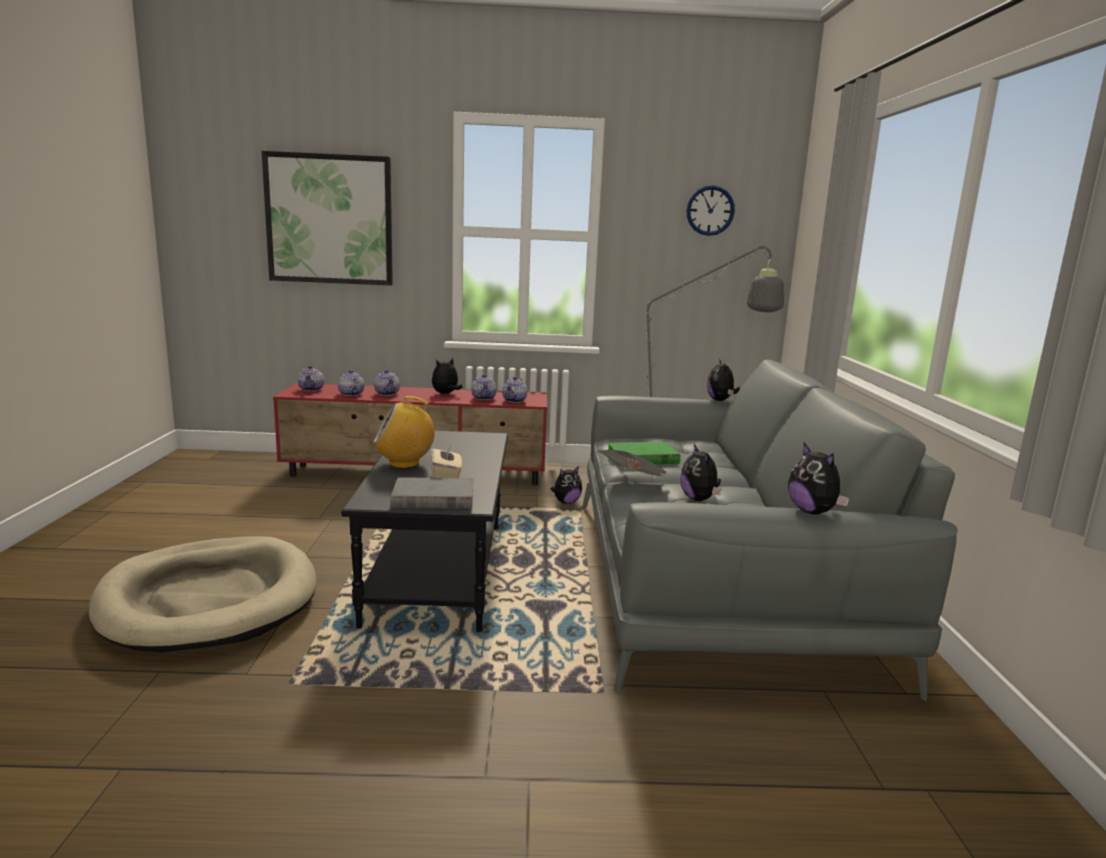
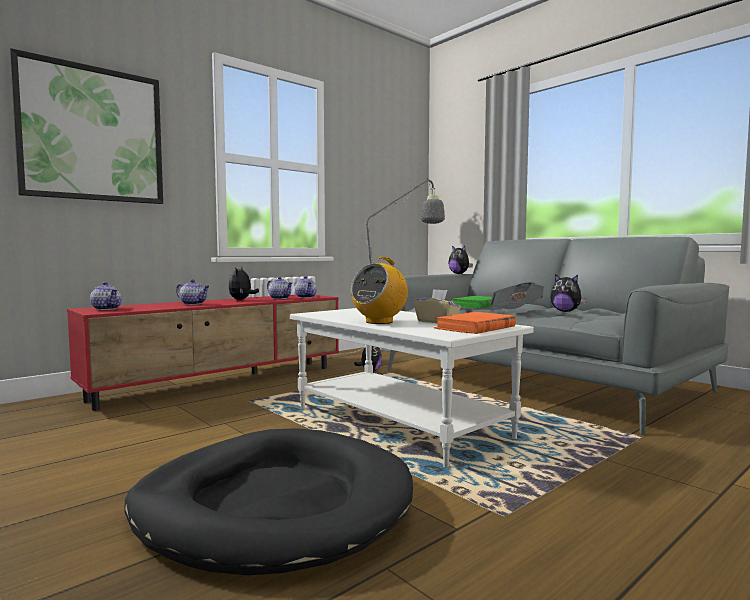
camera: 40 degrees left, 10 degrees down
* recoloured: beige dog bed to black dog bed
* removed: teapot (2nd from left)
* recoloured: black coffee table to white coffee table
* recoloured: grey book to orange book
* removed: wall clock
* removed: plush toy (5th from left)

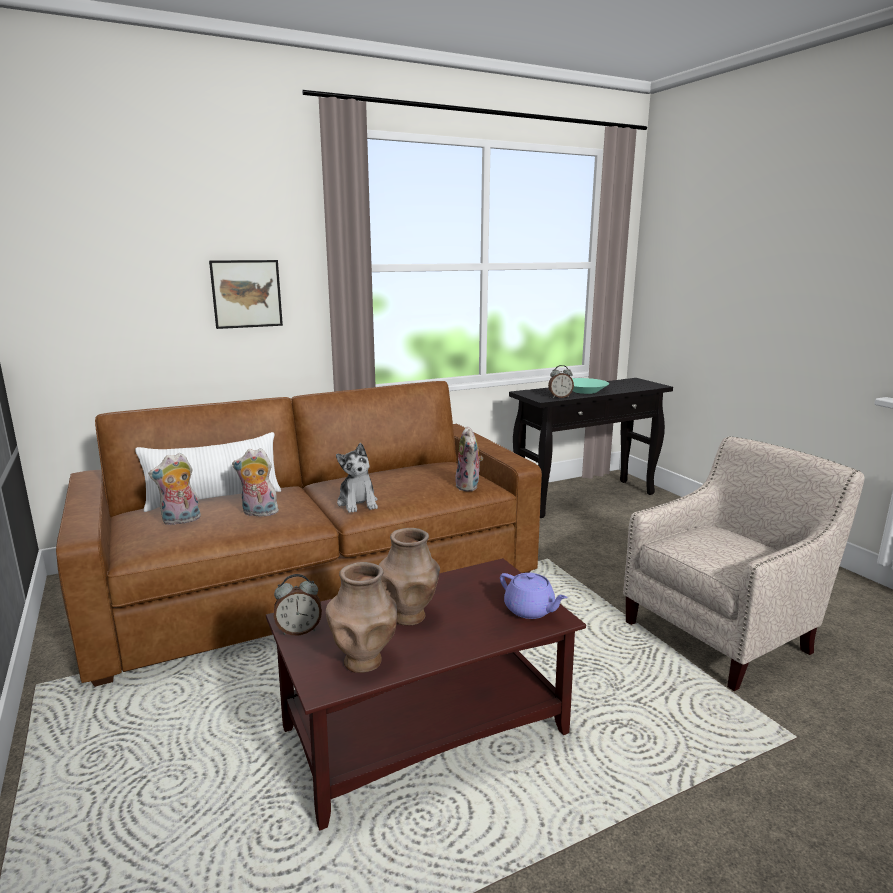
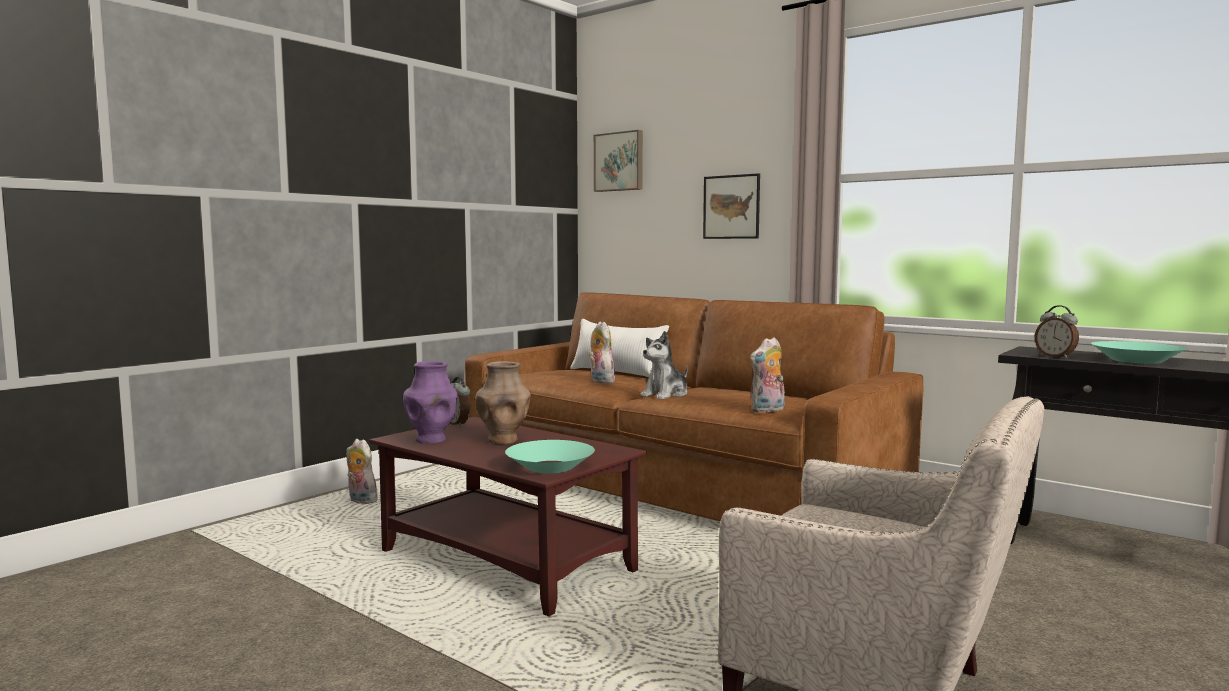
camera: 65 degrees right, 10 degrees down
* moved: plush toy (1st from left)
* recoloured: brown vase (1st from left) to purple vase
* replaced: purple teapot to turquoise bowl (1st from left)
* added: picture (1st from left)

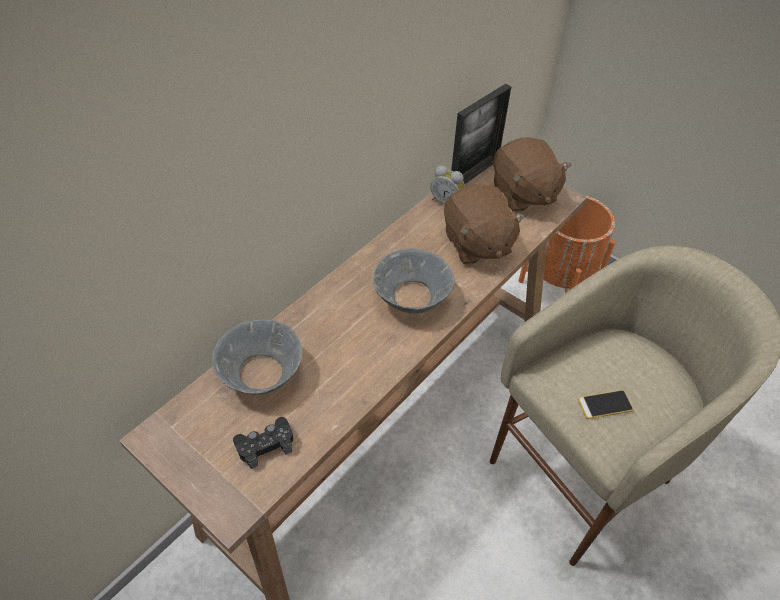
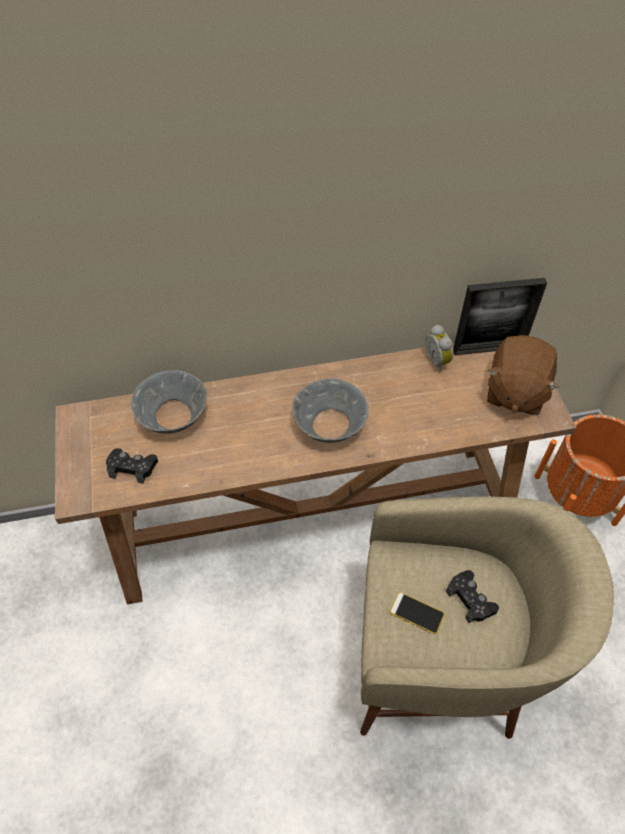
camera: 40 degrees right, 5 degrees up
* removed: brown plush toy (1st from left)
* added: black game controller (2nd from left)

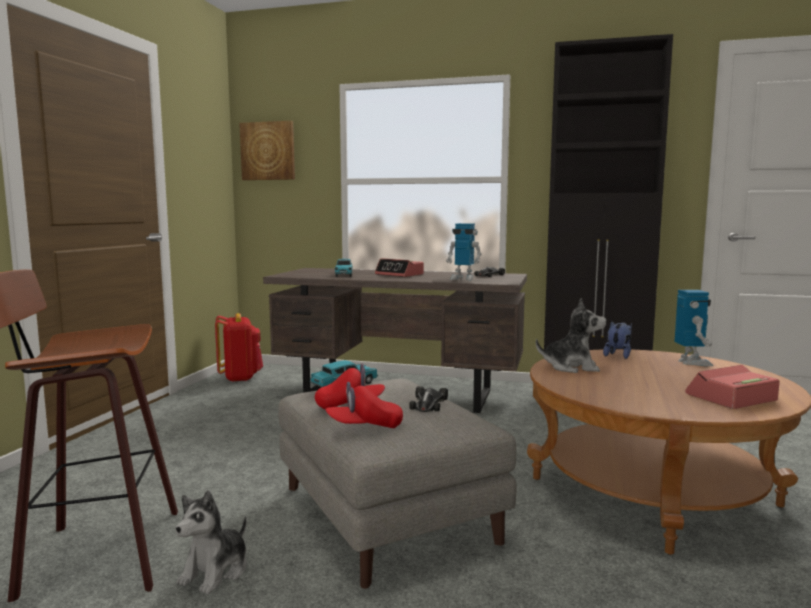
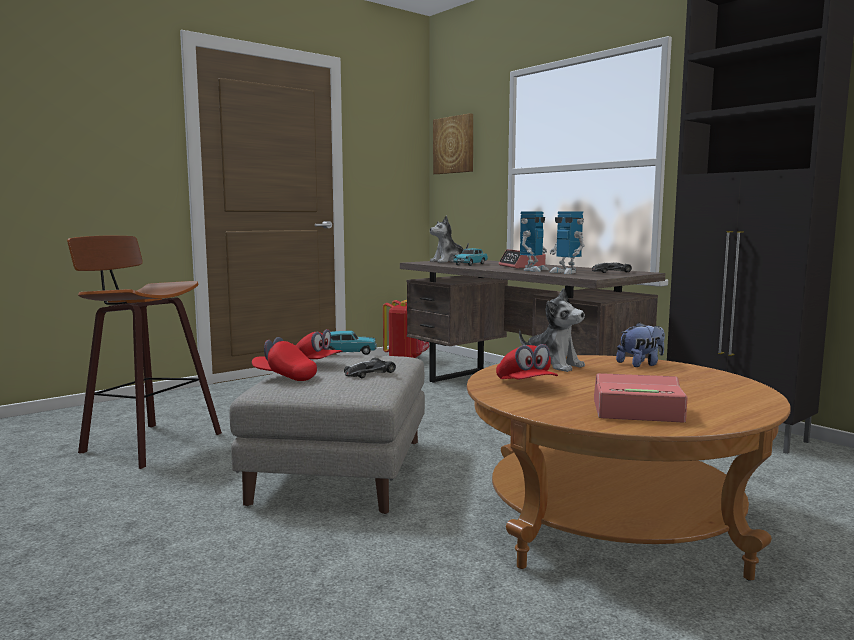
camera: 35 degrees right, 0 degrees up
* moved: plush toy (1st from left)
* moved: toy robot (2nd from left in the first image) to toy robot (1st from left)
* added: red cap (3rd from left)

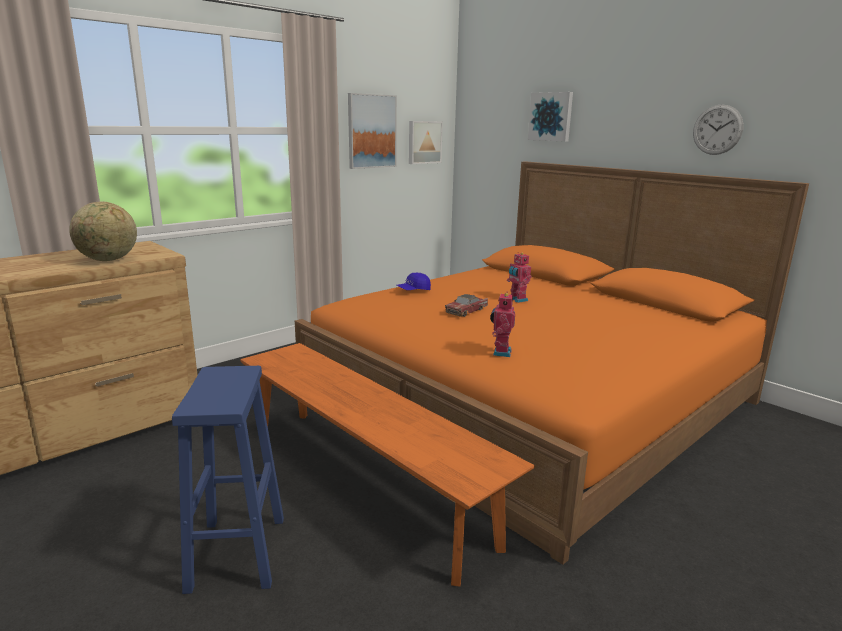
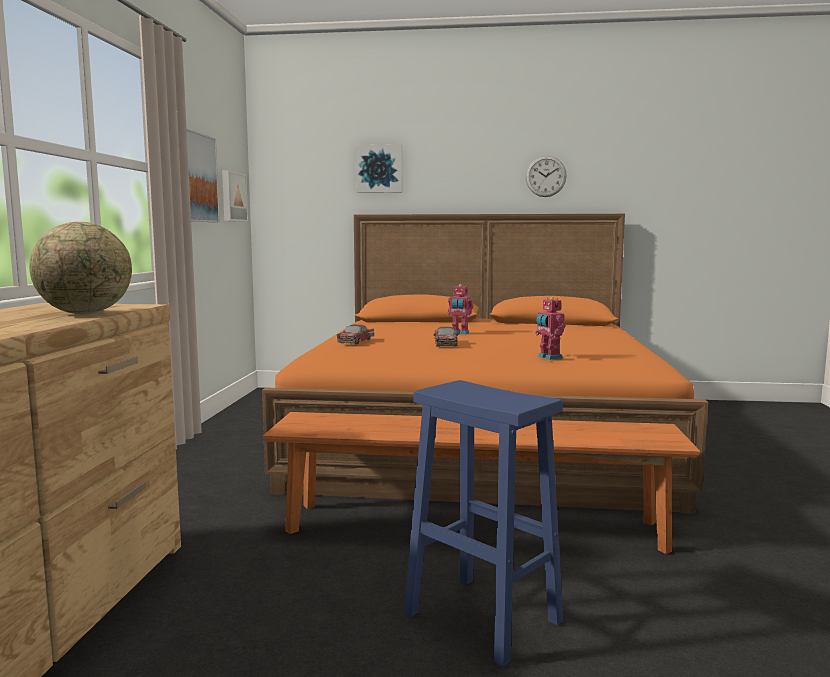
camera: 40 degrees left, 10 degrees down
* replaced: blue cap to toy car (1st from left)

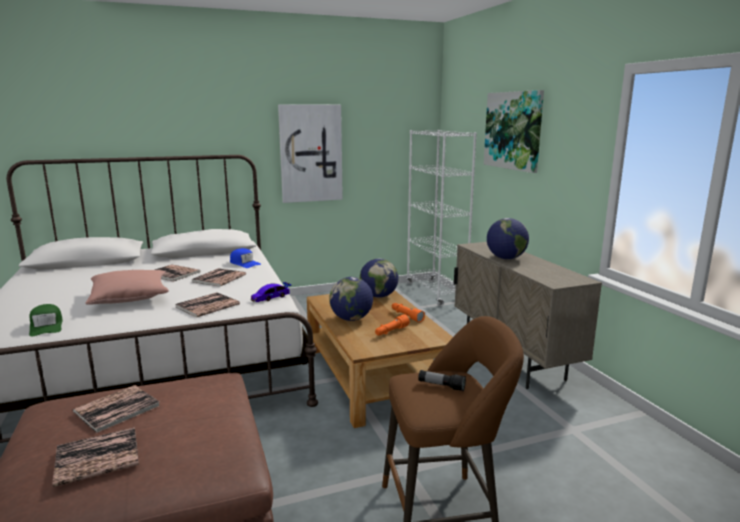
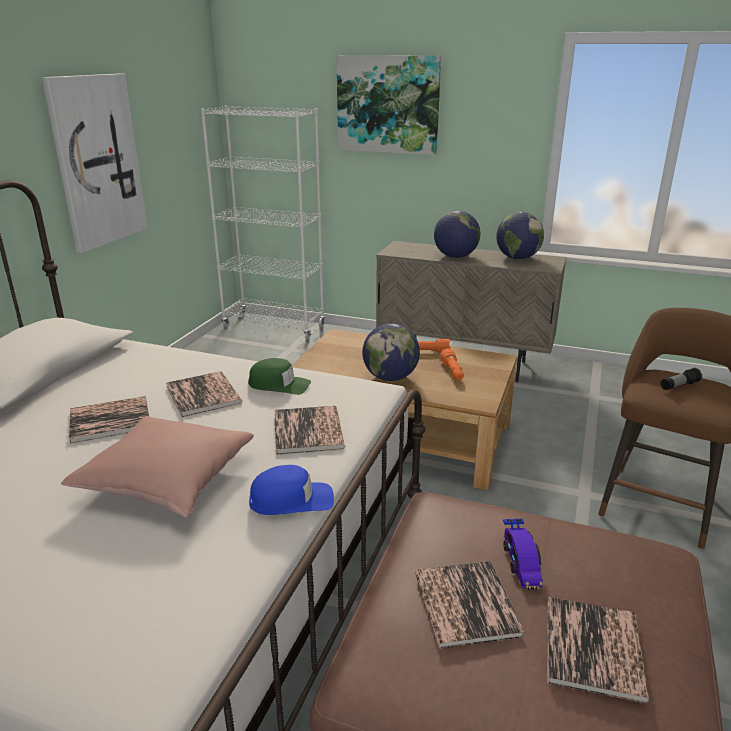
camera: 50 degrees left, 10 degrees up
* moved: green cap
* moved: blue cap
* moved: toy car
* moved: globe (2nd from left in the first image) to globe (3rd from left)

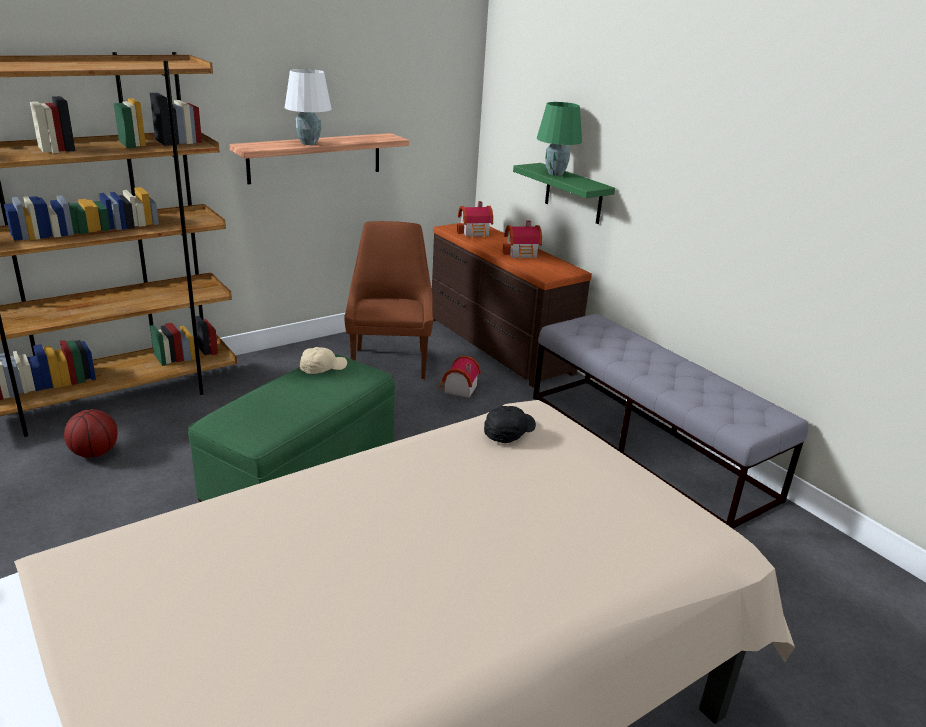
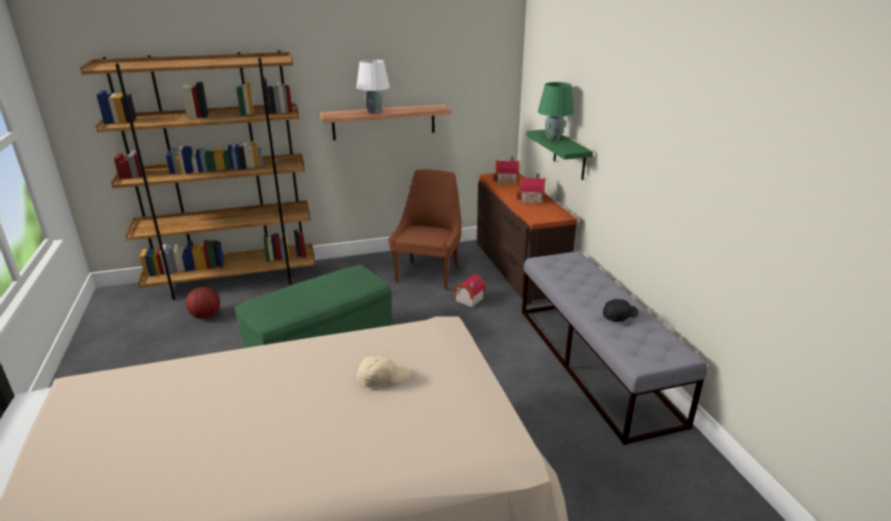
camera: 20 degrees right, 0 degrees up
* moved: beige cap
* moved: black cap

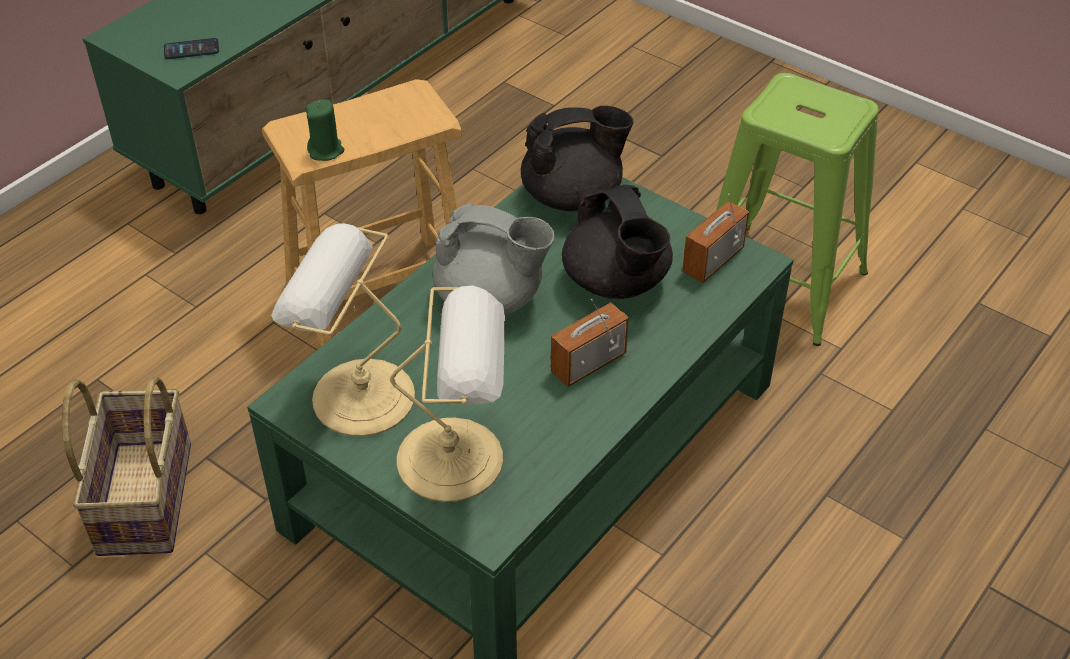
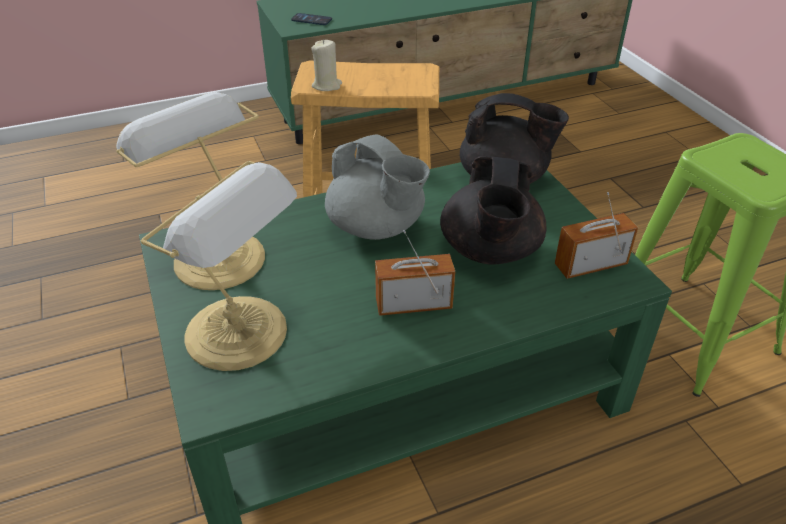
camera: 30 degrees right, 5 degrees down
* removed: basket
* recoloured: green candle to beige candle

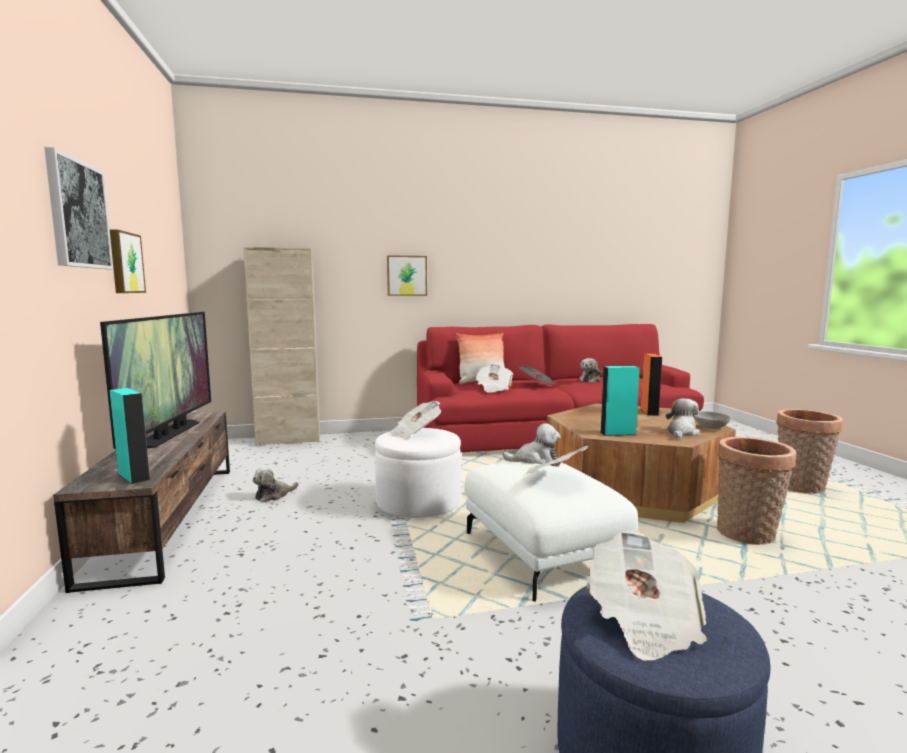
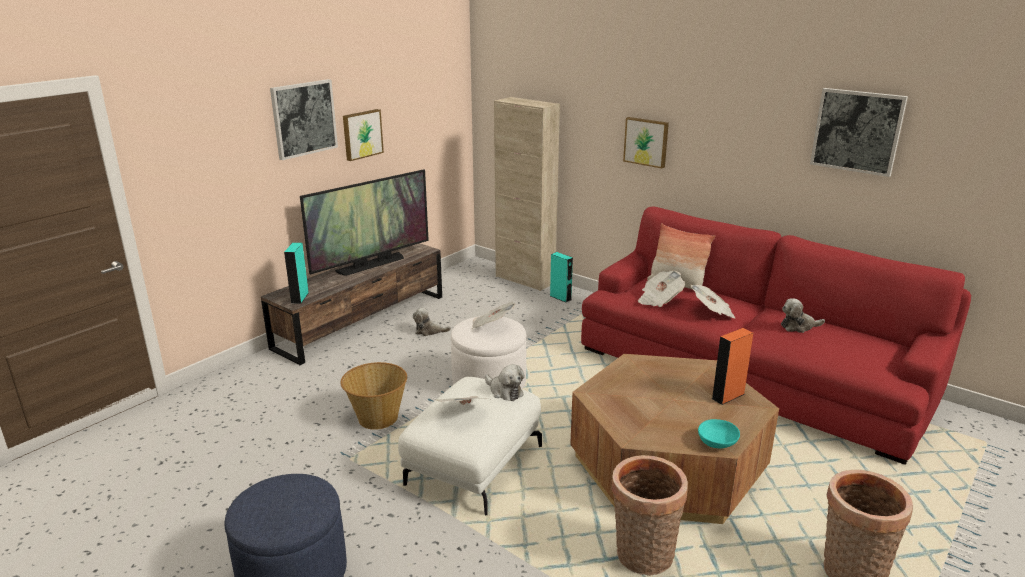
camera: 50 degrees right, 15 degrees up
* removed: newspaper (5th from left)
* moved: turquoise speaker (2nd from left)
* removed: plush toy (4th from left)
* recoloured: grey bowl to turquoise bowl
* added: basket (1st from left)
* added: picture (4th from left)

